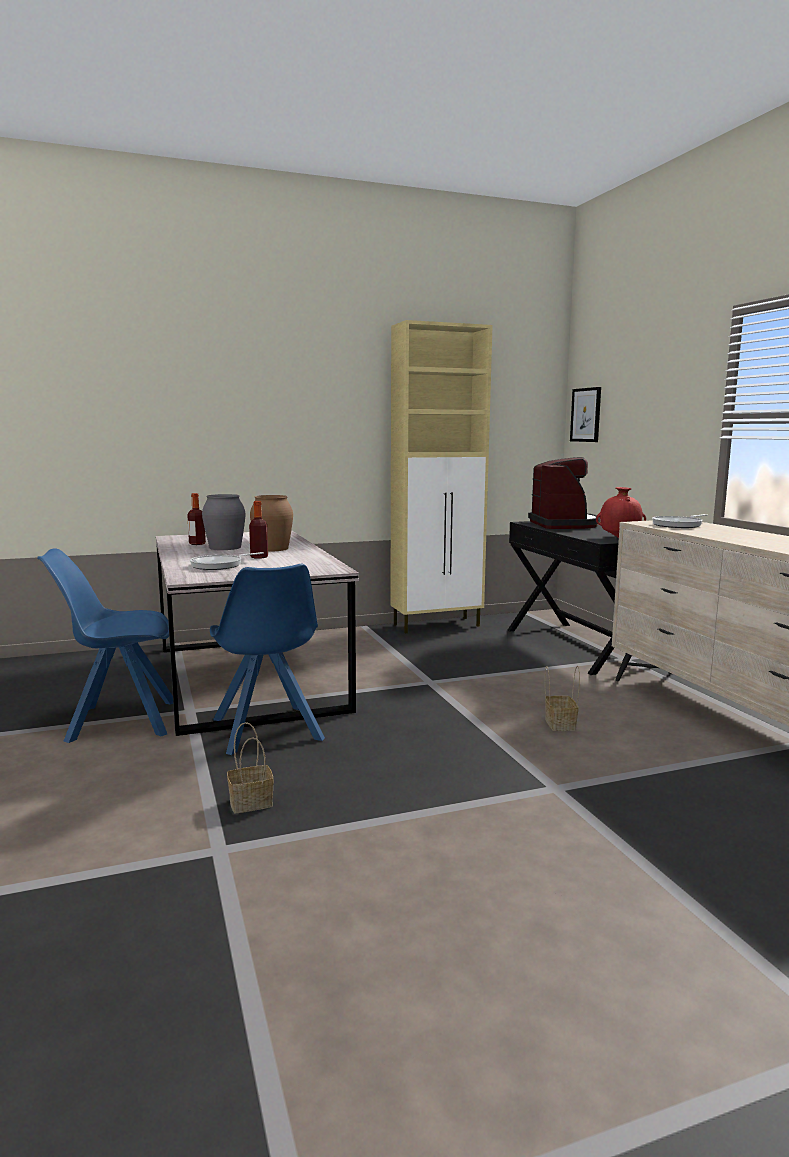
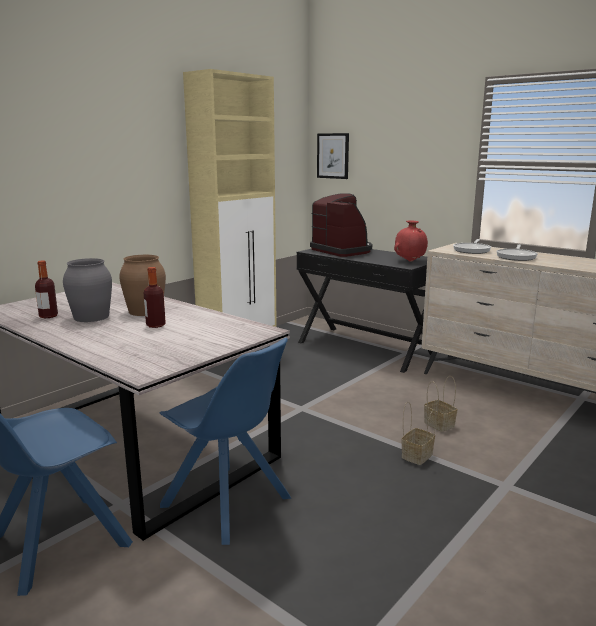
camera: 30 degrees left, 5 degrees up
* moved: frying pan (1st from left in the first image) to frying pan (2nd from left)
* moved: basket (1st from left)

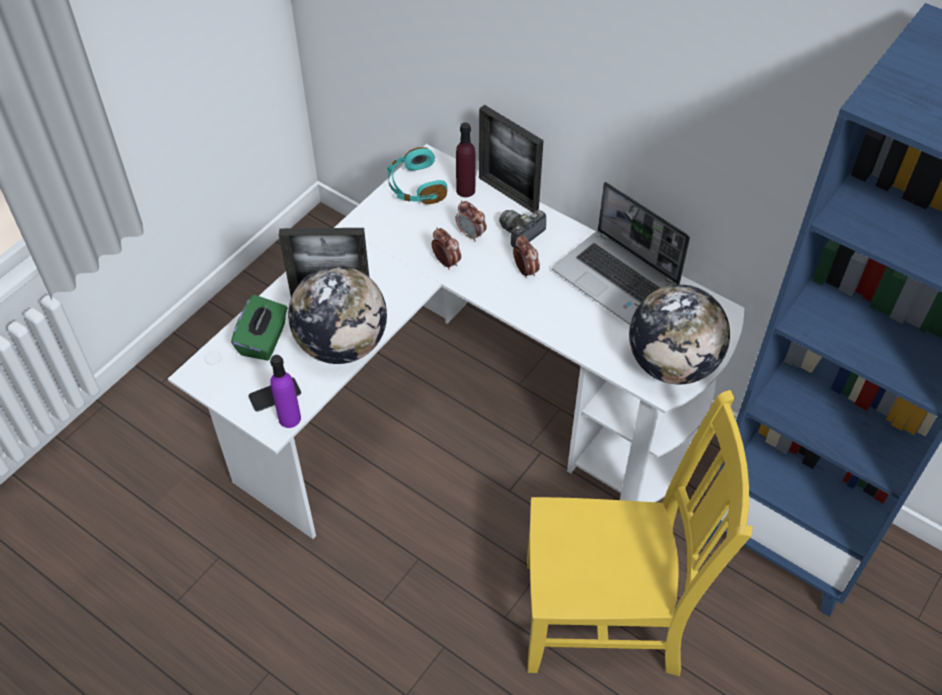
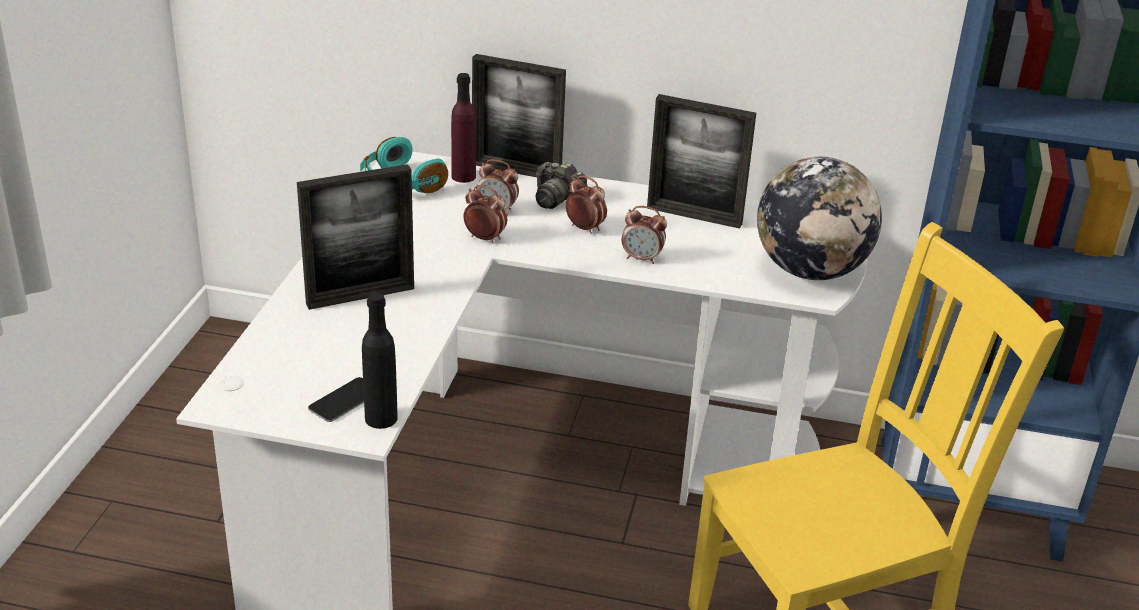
camera: 25 degrees left, 20 degrees down
* removed: green tissue box
* recoloured: purple bottle (1st from left) to black bottle
* removed: globe (1st from left)
* turned: photo camera 75 degrees counterclockwise
* replaced: laptop to picture frame (3rd from left)
* added: alarm clock (4th from left)

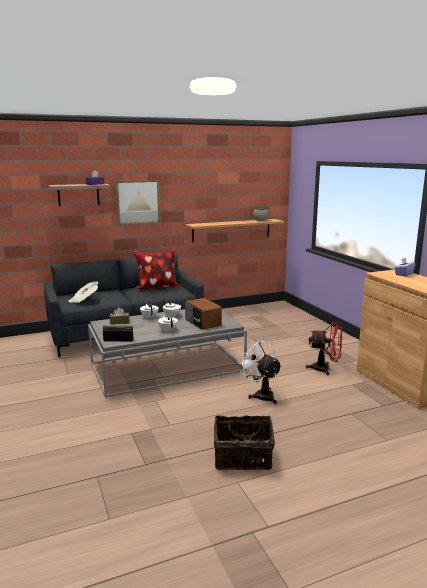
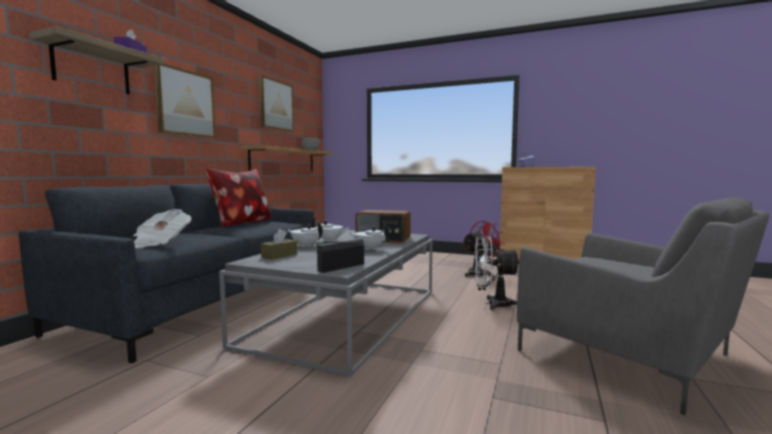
camera: 45 degrees left, 10 degrees down
* replaced: basket to grey armchair
* added: picture (2nd from left)

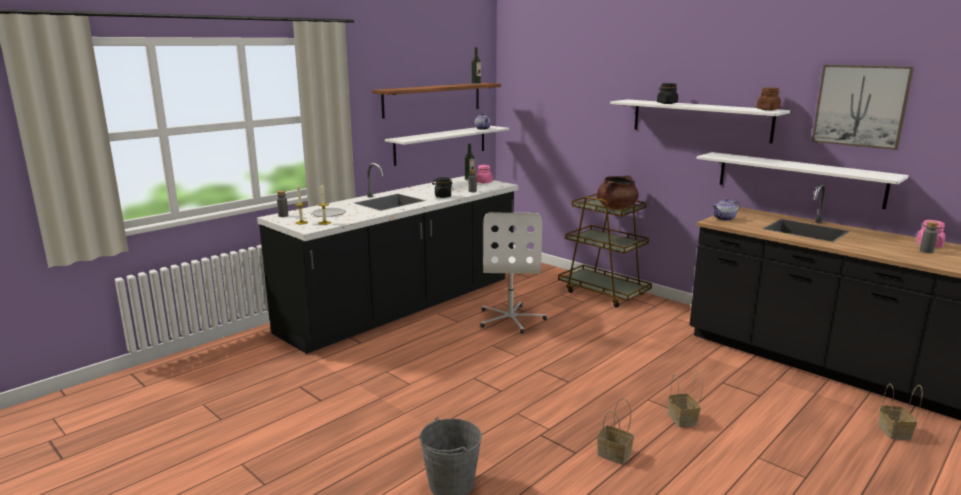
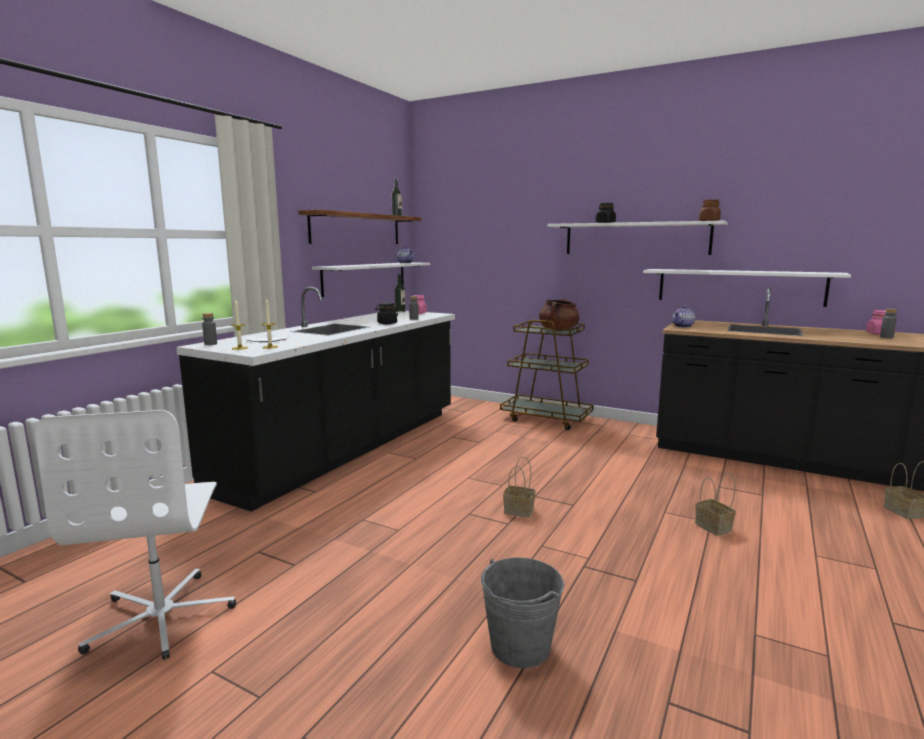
camera: 15 degrees left, 5 degrees down
* moved: white office chair
* moved: basket (1st from left)
* removed: picture

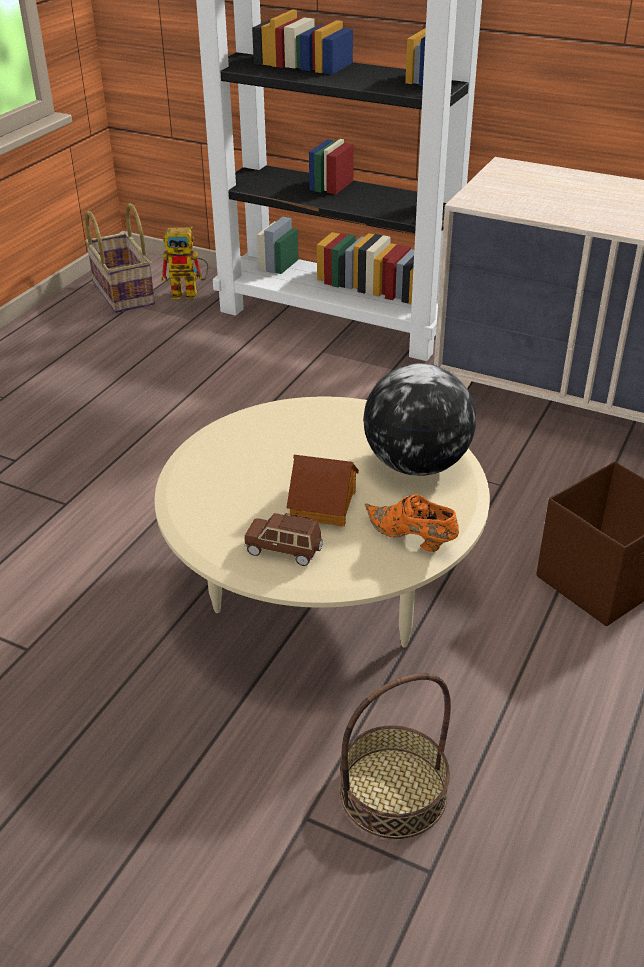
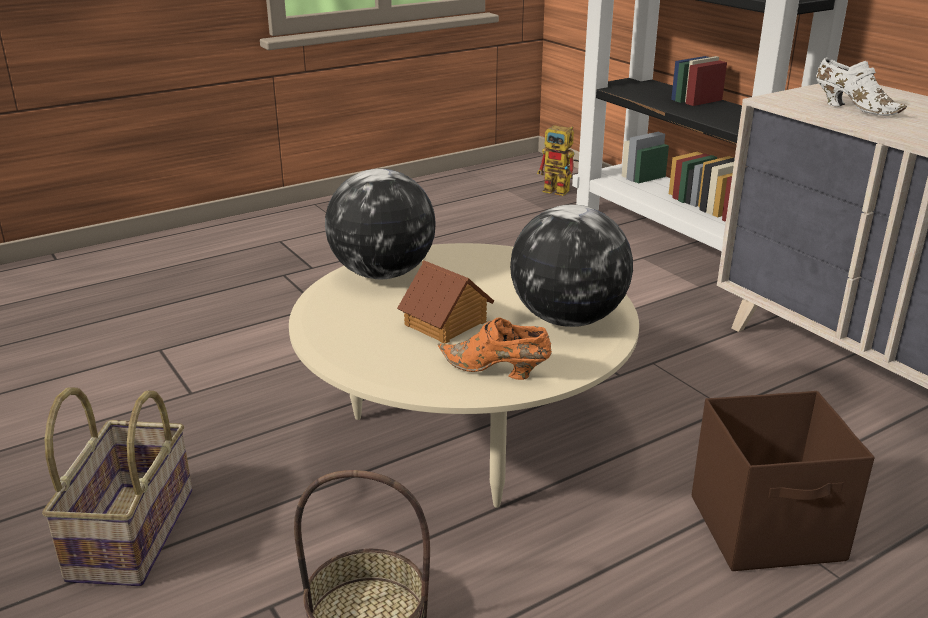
camera: 30 degrees right, 10 degrees down
* moved: basket (1st from left)
* removed: brown toy car
* turned: orange shoe 45 degrees counterclockwise
* added: globe (1st from left)
* added: white shoe

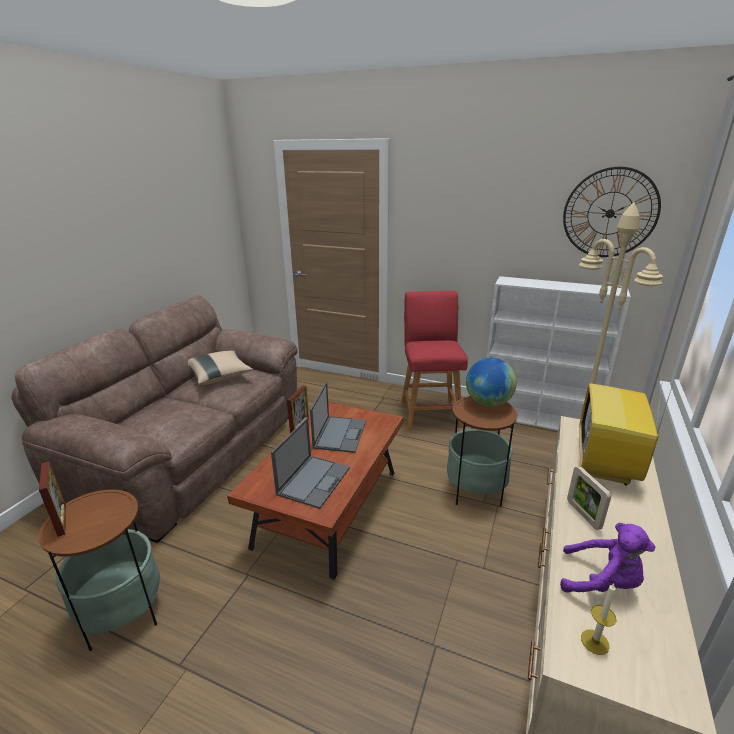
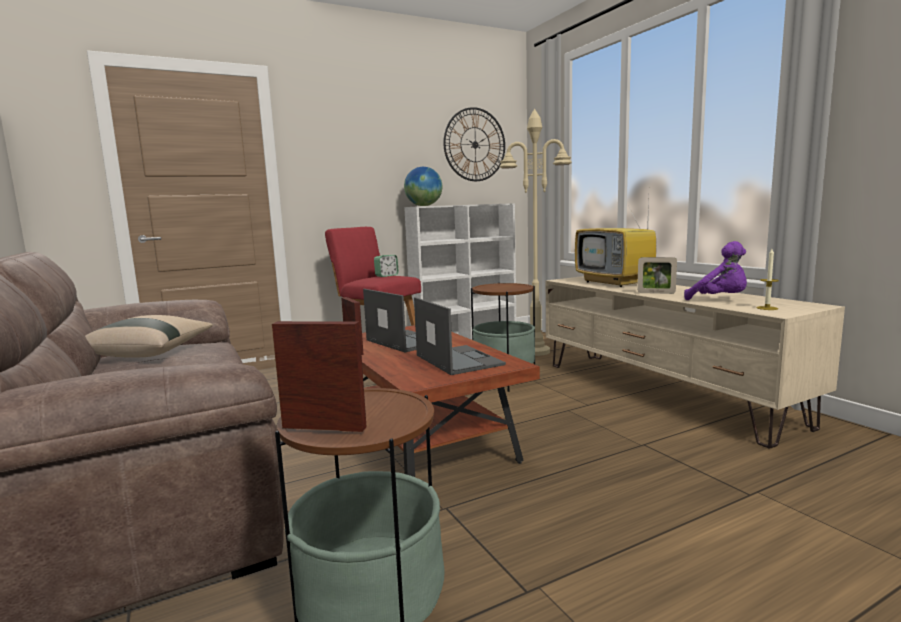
camera: 50 degrees left, 15 degrees down
* moved: globe
* turned: purple plush toy 75 degrees clockwise
* added: alarm clock

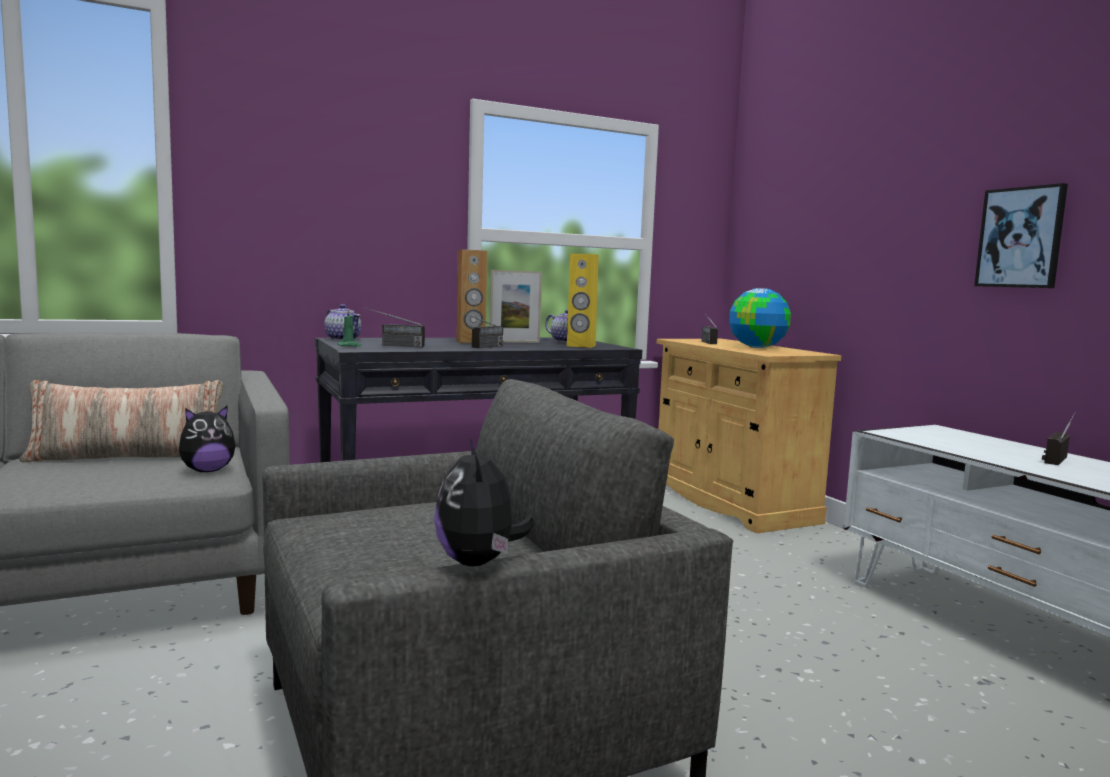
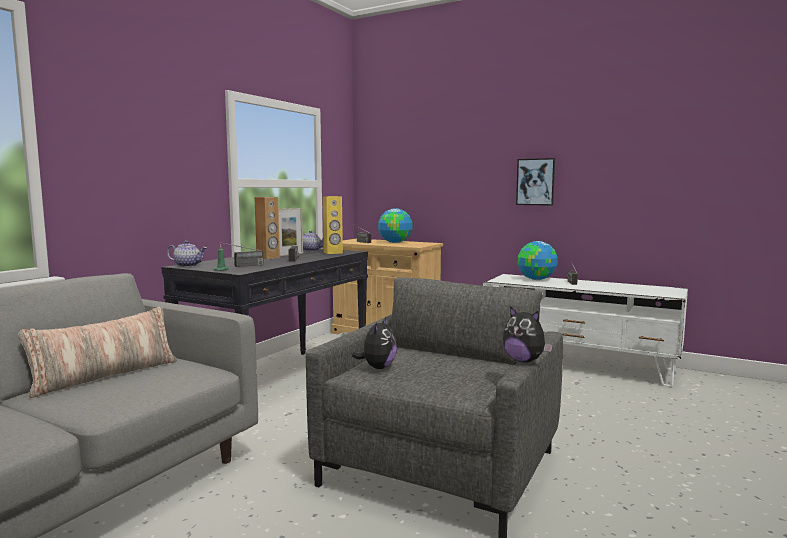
camera: 35 degrees left, 0 degrees up
* moved: plush toy (1st from left)
* added: globe (2nd from left)

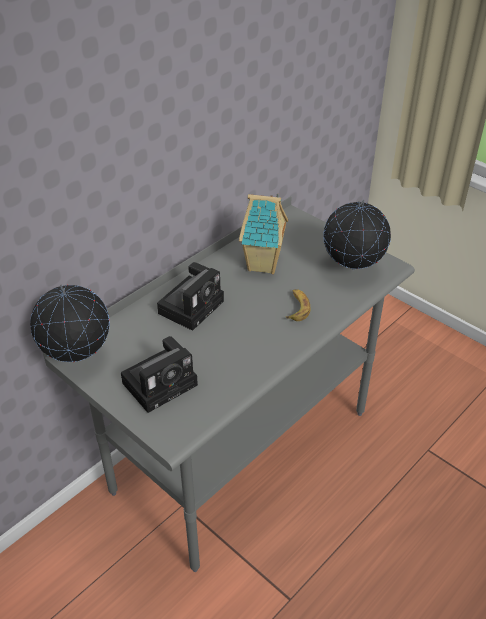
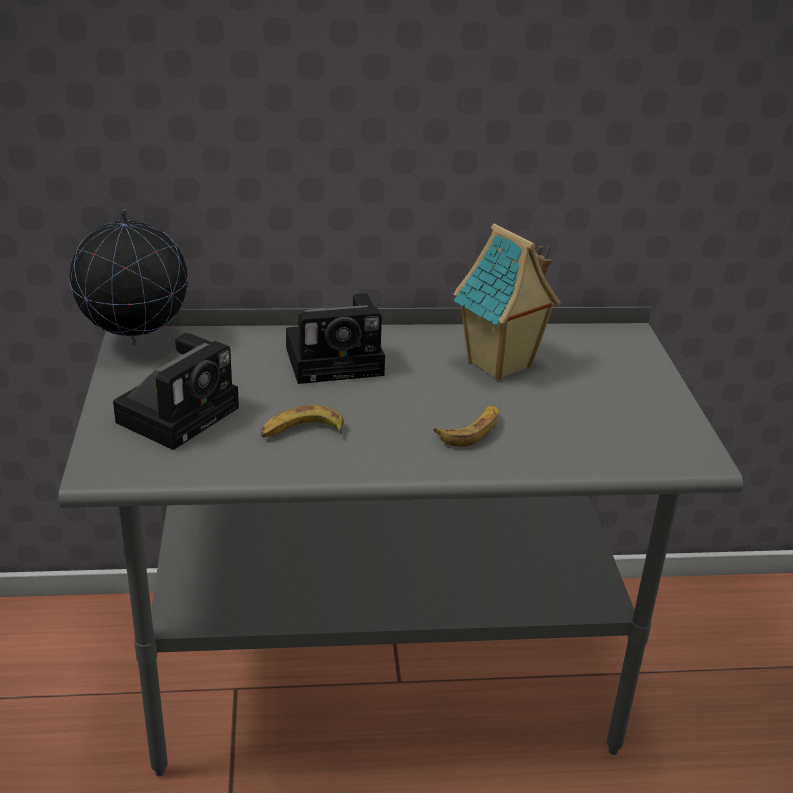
camera: 40 degrees right, 10 degrees down
* turned: photo camera (1st from left) 60 degrees counterclockwise
* removed: globe (2nd from left)
* added: banana (1st from left)

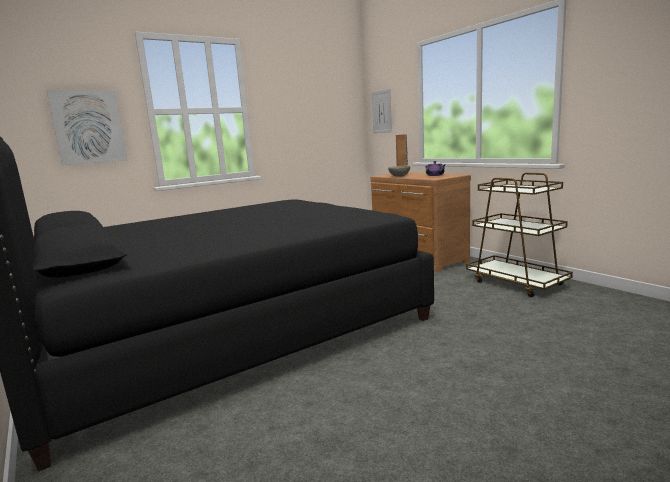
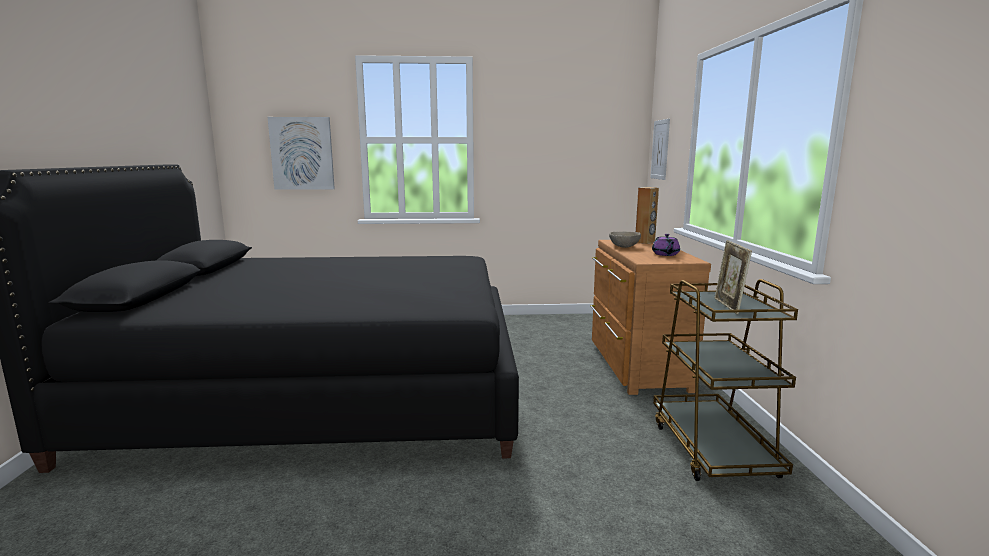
camera: 30 degrees right, 0 degrees up
* added: picture frame

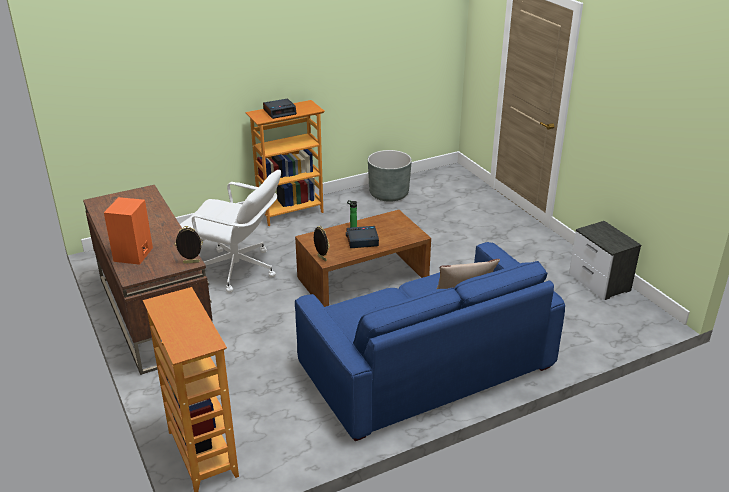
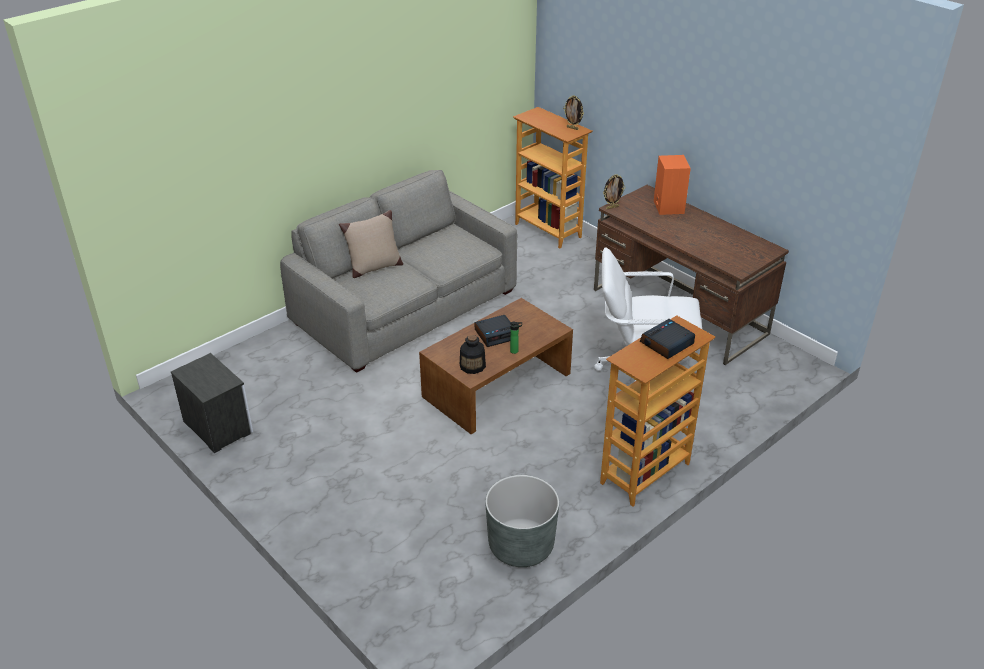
camera: 165 degrees right, 5 degrees up
* recoloured: blue sofa to grey sofa
* moved: picture frame (2nd from left in the first image) to picture frame (1st from left)
* added: bottle (1st from left)

